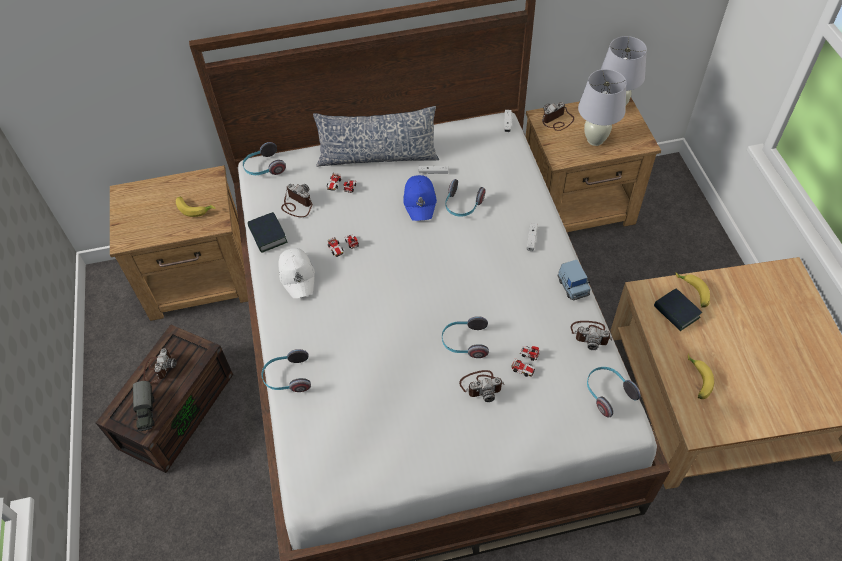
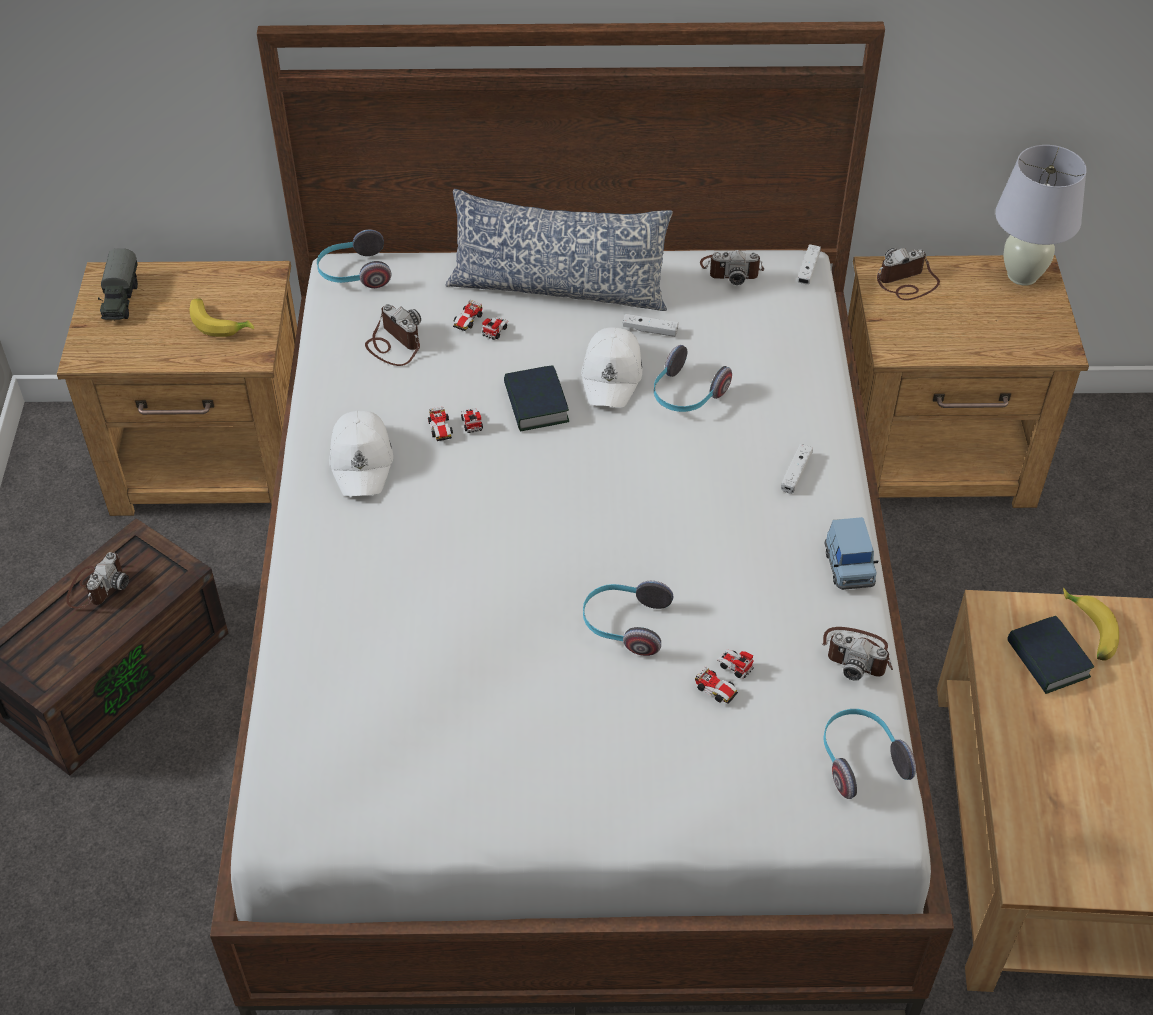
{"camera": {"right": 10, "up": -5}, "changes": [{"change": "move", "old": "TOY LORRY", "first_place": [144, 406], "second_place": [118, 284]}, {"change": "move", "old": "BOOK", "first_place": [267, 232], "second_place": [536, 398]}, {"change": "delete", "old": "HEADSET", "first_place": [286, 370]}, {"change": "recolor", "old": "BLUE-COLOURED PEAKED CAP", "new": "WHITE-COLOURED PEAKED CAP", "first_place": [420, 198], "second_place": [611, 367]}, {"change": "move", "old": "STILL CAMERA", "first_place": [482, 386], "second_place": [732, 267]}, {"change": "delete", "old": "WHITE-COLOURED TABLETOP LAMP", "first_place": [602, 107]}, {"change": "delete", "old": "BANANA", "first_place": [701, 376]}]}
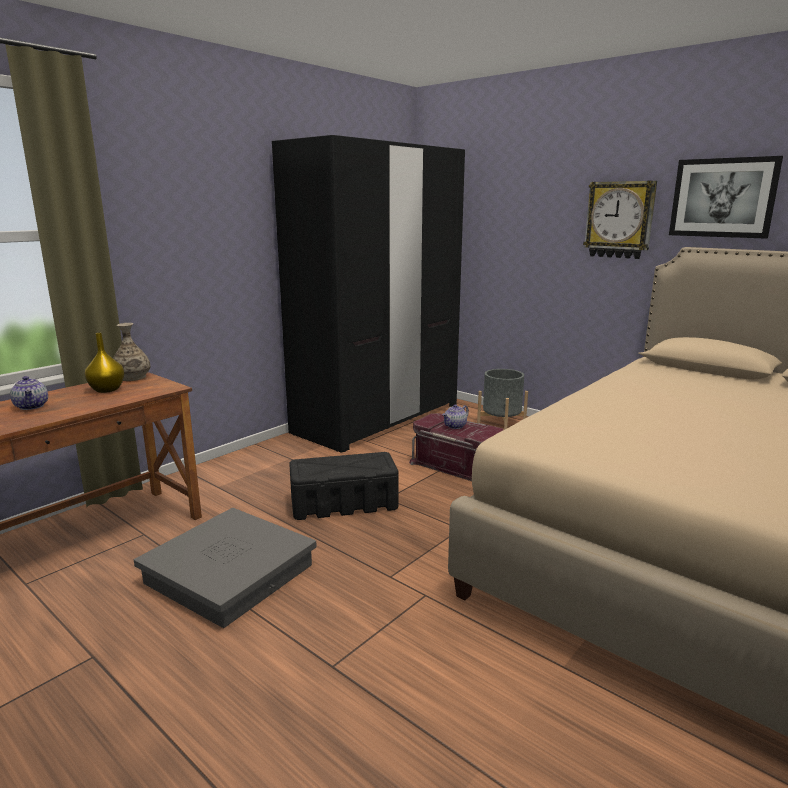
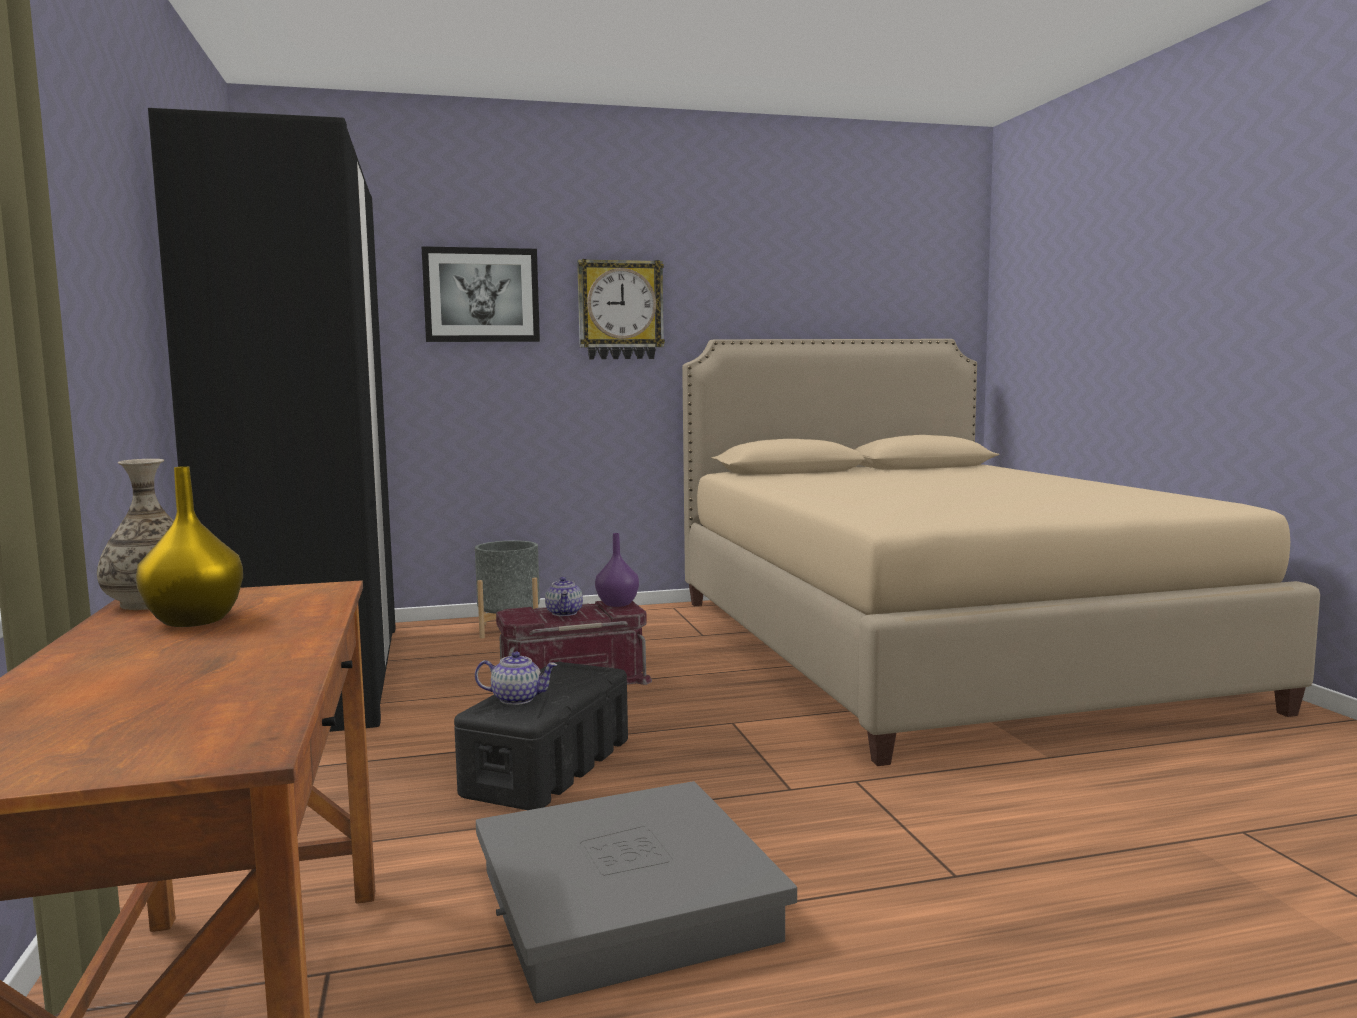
{"camera": {"right": -55, "up": -10}, "changes": [{"change": "move", "old": "TEA POT", "first_place": [29, 393], "second_place": [516, 678]}, {"change": "move", "old": "WALL ART", "first_place": [726, 197], "second_place": [480, 294]}, {"change": "insert", "new": "PURPLISH FLOWER VASE", "second_place": [617, 570]}]}
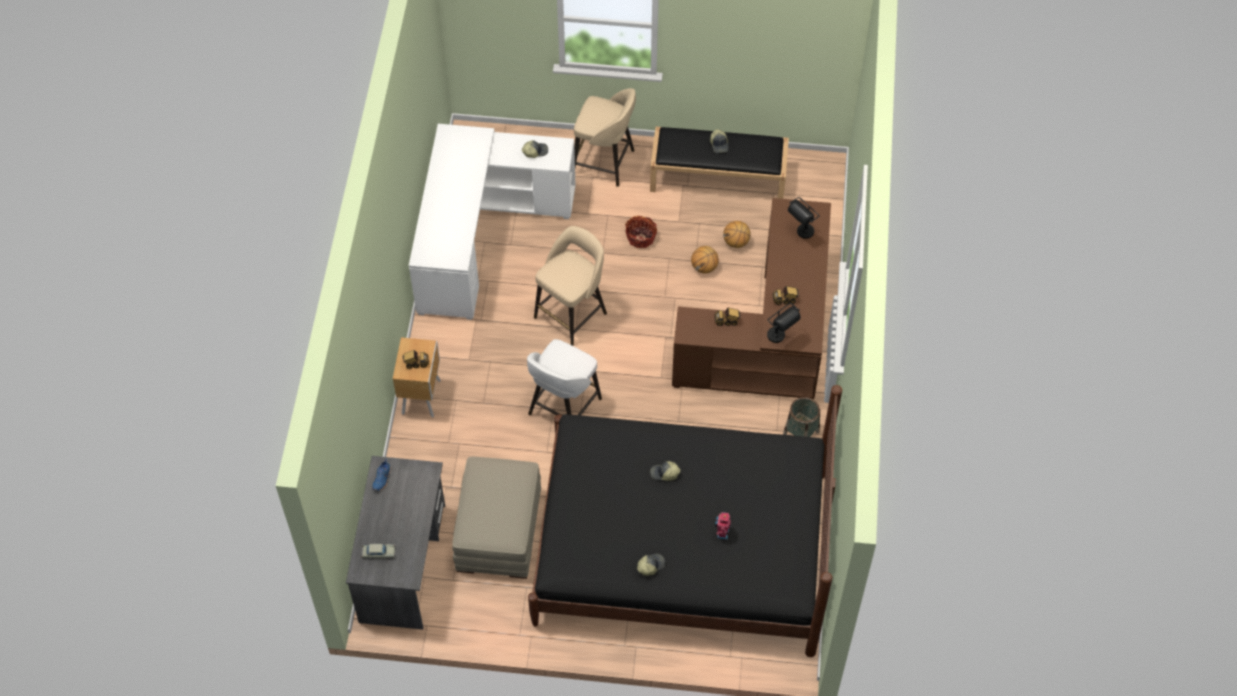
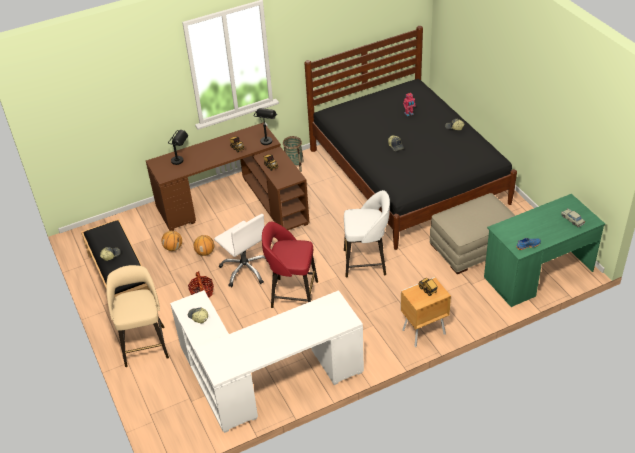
{"camera": {"right": -120, "up": -15}, "changes": [{"change": "recolor", "old": "GREY DESK UNIT", "new": "GREENISH DESK UNIT", "first_place": [395, 543], "second_place": [544, 250]}, {"change": "recolor", "old": "SAND-COLOURED STOOL", "new": "RED-COLOURED STOOL", "first_place": [570, 286], "second_place": [290, 265]}, {"change": "insert", "new": "WHITE-COLOURED DESK CHAIR", "second_place": [241, 250]}]}
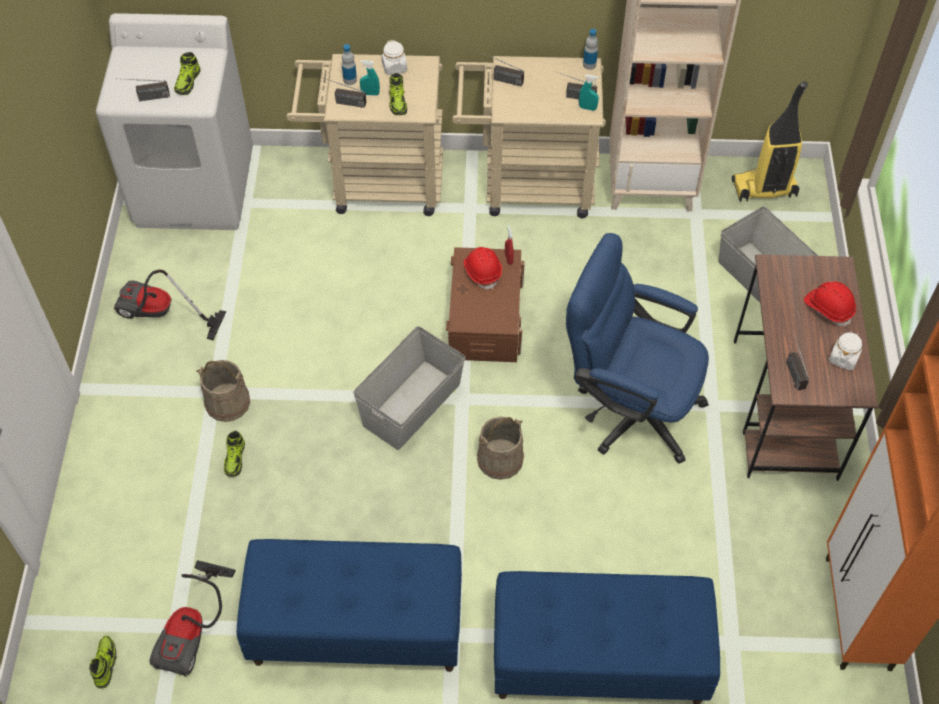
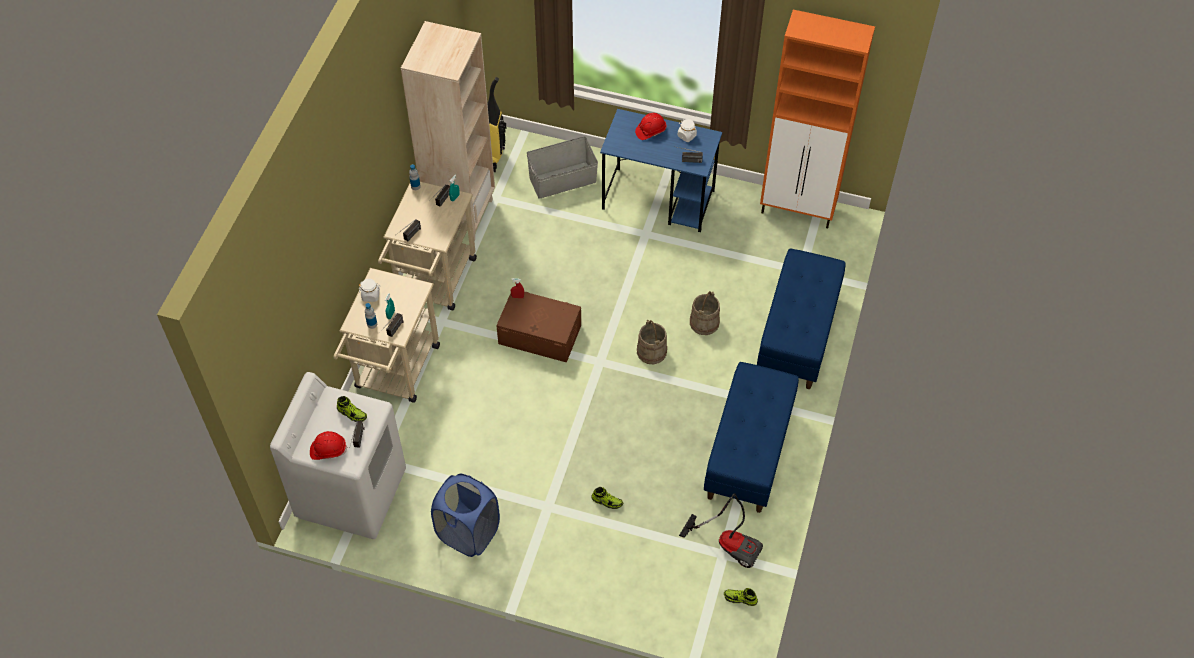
{"camera": {"right": -75, "up": 0}, "changes": [{"change": "replace", "old": "HOOVER", "new": "BLUE-COLOURED WASHING BASKET", "first_place": [170, 305], "second_place": [465, 515]}, {"change": "move", "old": "SAND-COLOURED PAIL", "first_place": [223, 391], "second_place": [705, 313]}, {"change": "delete", "old": "GREY STORAGE BOX", "first_place": [409, 388]}, {"change": "delete", "old": "ITEM OF FOOTWEAR", "first_place": [398, 94]}, {"change": "move", "old": "RED-COLOURED SAFETY HELMET", "first_place": [483, 268], "second_place": [329, 445]}, {"change": "delete", "old": "BLUE-COLOURED DESK CHAIR", "first_place": [637, 348]}, {"change": "recolor", "old": "BROWNISH DESK UNIT", "new": "BLUE-COLOURED DESK UNIT", "first_place": [806, 367], "second_place": [661, 170]}]}
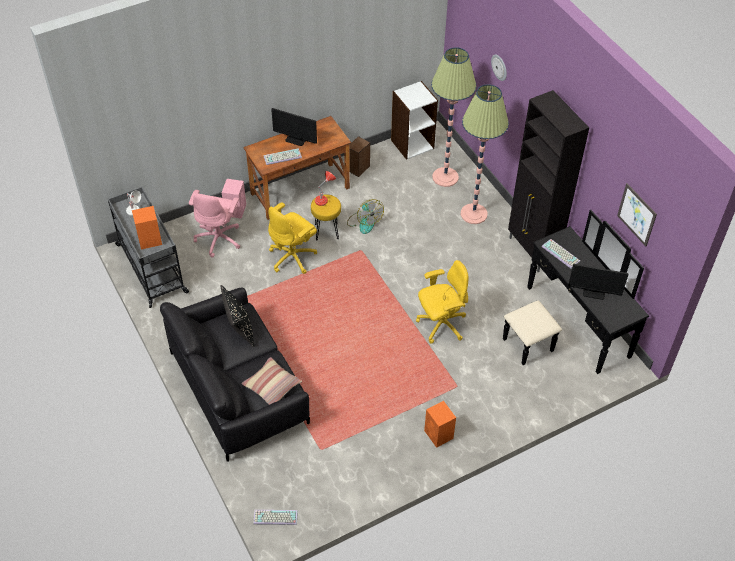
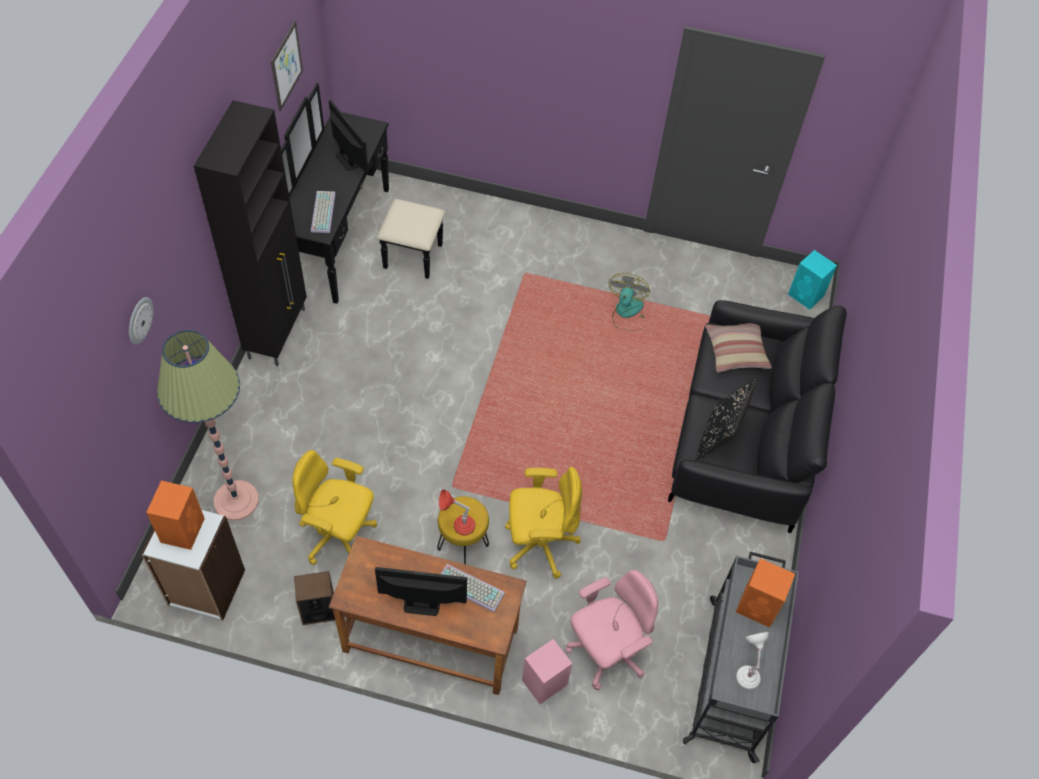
{"camera": {"right": -140, "up": 5}, "changes": [{"change": "replace", "old": "KEYBOARD", "new": "TURQUOISE AUDIO SPEAKER", "first_place": [275, 517], "second_place": [812, 280]}, {"change": "rotate", "old": "MONITOR", "first_place": [294, 127], "second_place": [421, 591], "degrees": -60}, {"change": "move", "old": "COOLING FAN", "first_place": [365, 216], "second_place": [629, 302]}, {"change": "move", "old": "YELLOW DESK CHAIR", "first_place": [442, 302], "second_place": [334, 507]}, {"change": "move", "old": "ORANGEY AUDIO SPEAKER", "first_place": [440, 424], "second_place": [175, 515]}, {"change": "delete", "old": "STANDING LAMP", "first_place": [485, 154]}]}
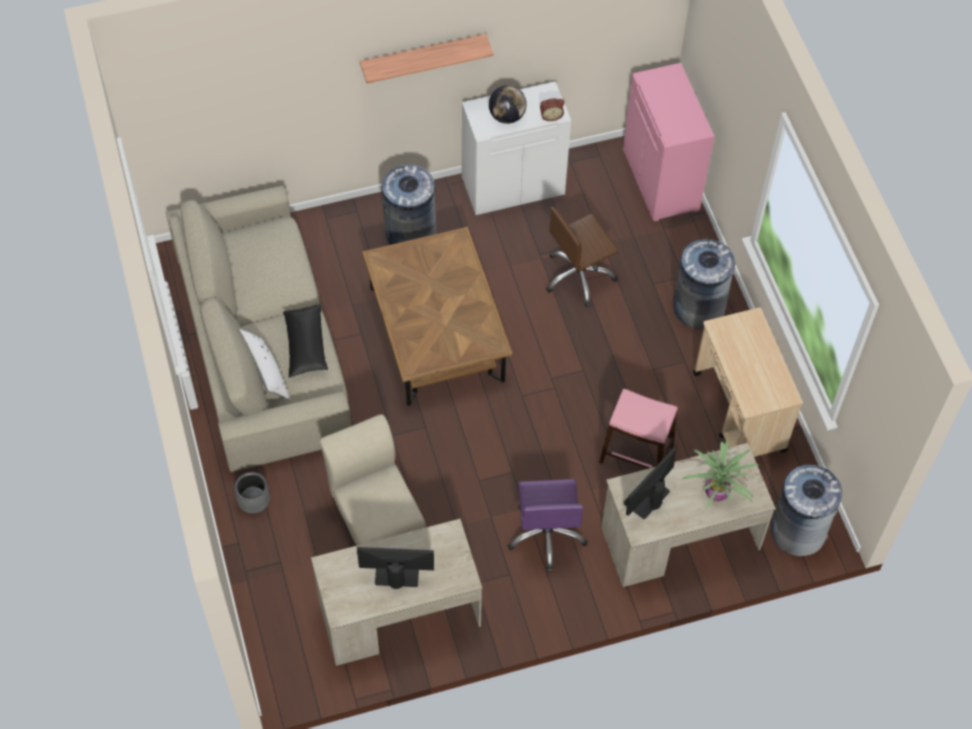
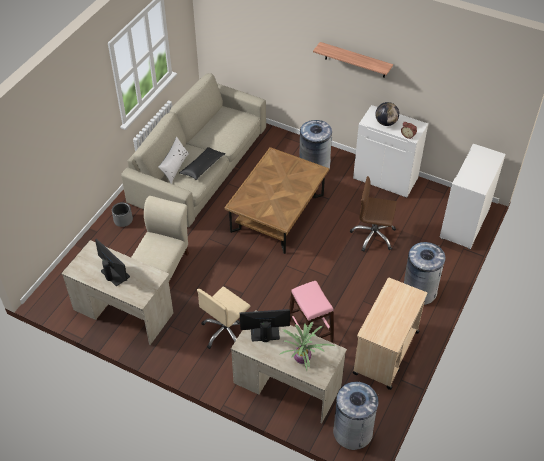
{"camera": {"right": 45, "up": -10}, "changes": [{"change": "recolor", "old": "PURPLISH DESK CHAIR", "new": "SAND-COLOURED DESK CHAIR", "first_place": [548, 525], "second_place": [223, 317]}, {"change": "recolor", "old": "PINK CUPBOARD", "new": "WHITE-COLOURED CUPBOARD", "first_place": [668, 142], "second_place": [473, 197]}]}
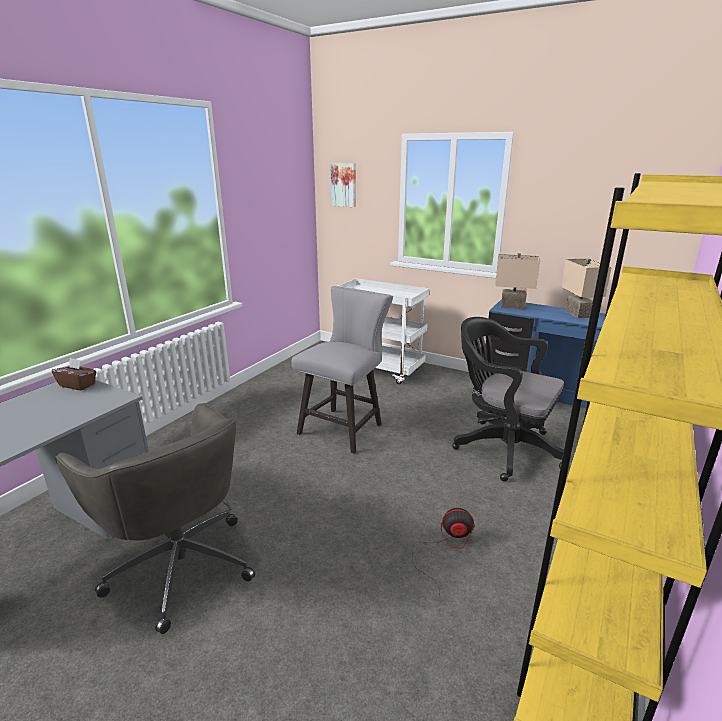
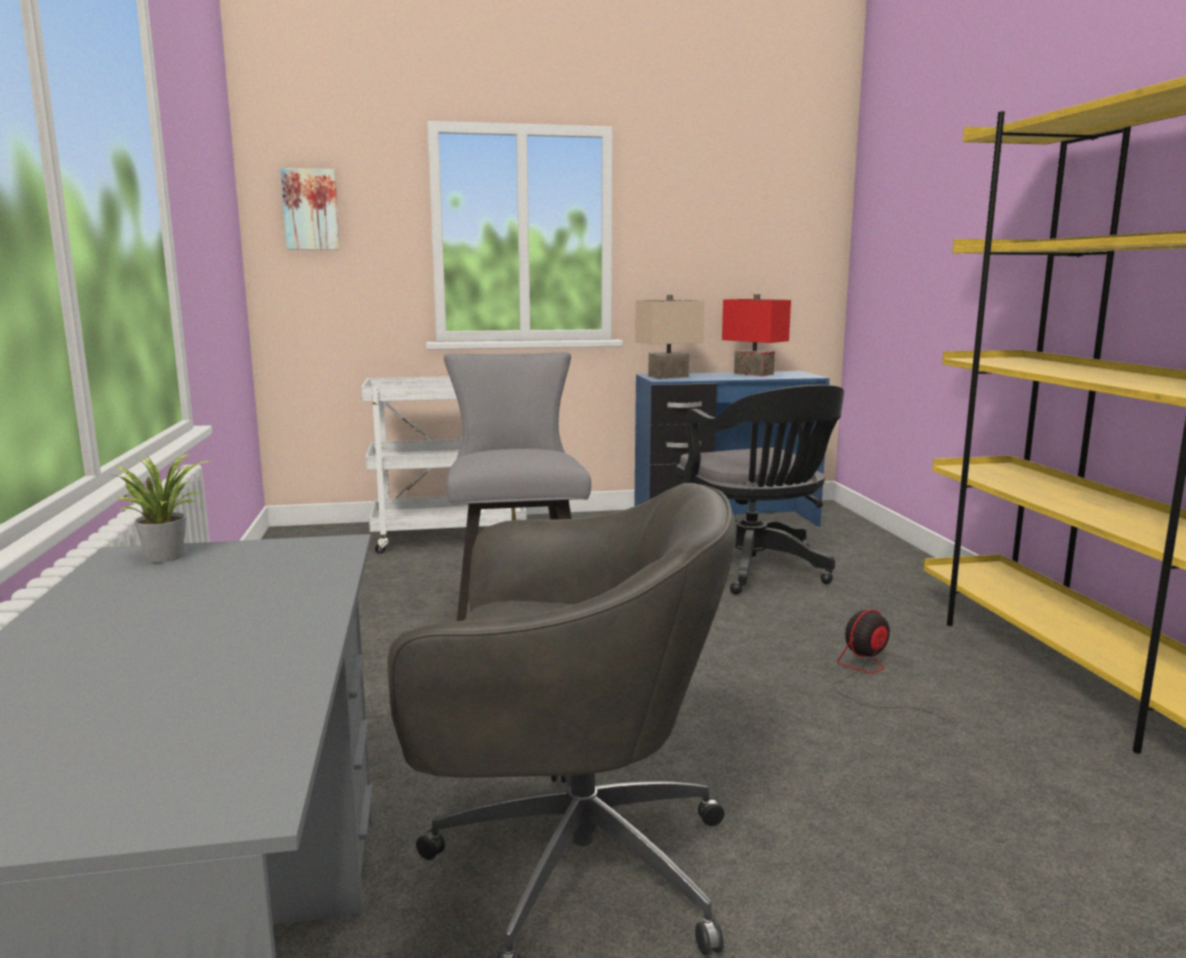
{"camera": {"right": -40, "up": -10}, "changes": [{"change": "replace", "old": "BROWNISH TISSUE HOLDER", "new": "HOUSEPLANT", "first_place": [74, 374], "second_place": [162, 508]}, {"change": "rotate", "old": "BLACK-COLOURED DESK CHAIR", "first_place": [508, 399], "second_place": [760, 490], "degrees": -105}, {"change": "recolor", "old": "SAND-COLOURED TABLETOP LAMP", "new": "RED-COLOURED TABLETOP LAMP", "first_place": [586, 288], "second_place": [756, 335]}]}
